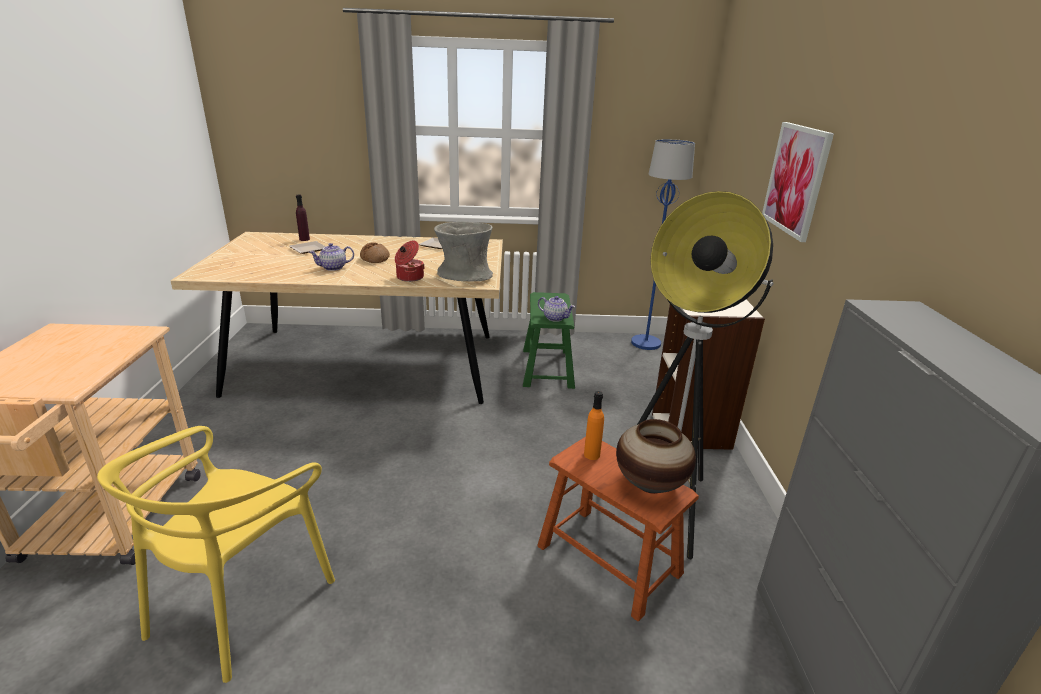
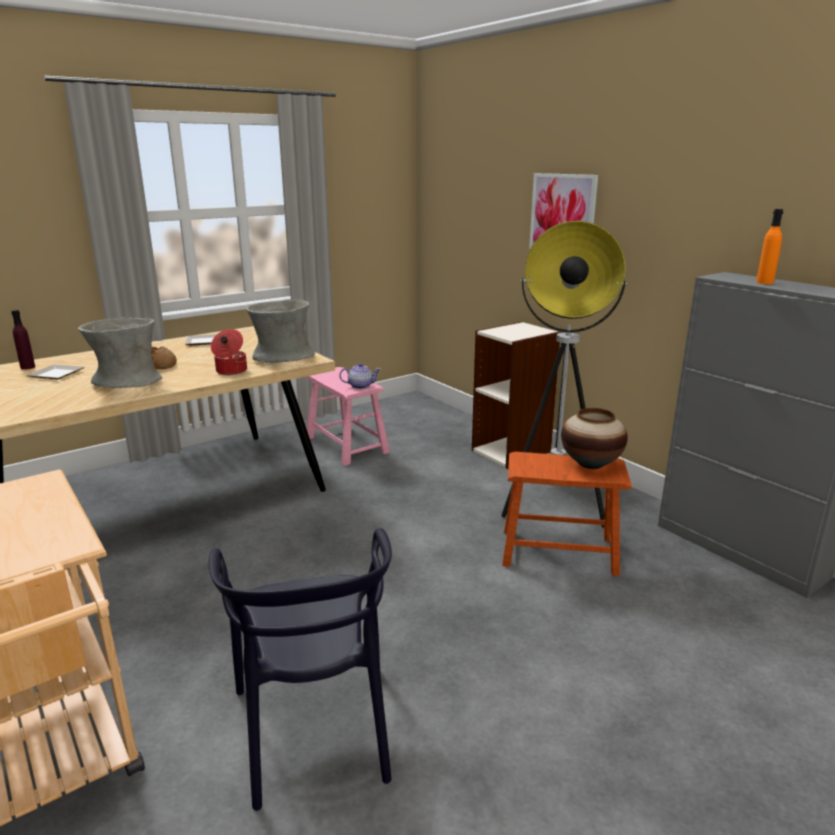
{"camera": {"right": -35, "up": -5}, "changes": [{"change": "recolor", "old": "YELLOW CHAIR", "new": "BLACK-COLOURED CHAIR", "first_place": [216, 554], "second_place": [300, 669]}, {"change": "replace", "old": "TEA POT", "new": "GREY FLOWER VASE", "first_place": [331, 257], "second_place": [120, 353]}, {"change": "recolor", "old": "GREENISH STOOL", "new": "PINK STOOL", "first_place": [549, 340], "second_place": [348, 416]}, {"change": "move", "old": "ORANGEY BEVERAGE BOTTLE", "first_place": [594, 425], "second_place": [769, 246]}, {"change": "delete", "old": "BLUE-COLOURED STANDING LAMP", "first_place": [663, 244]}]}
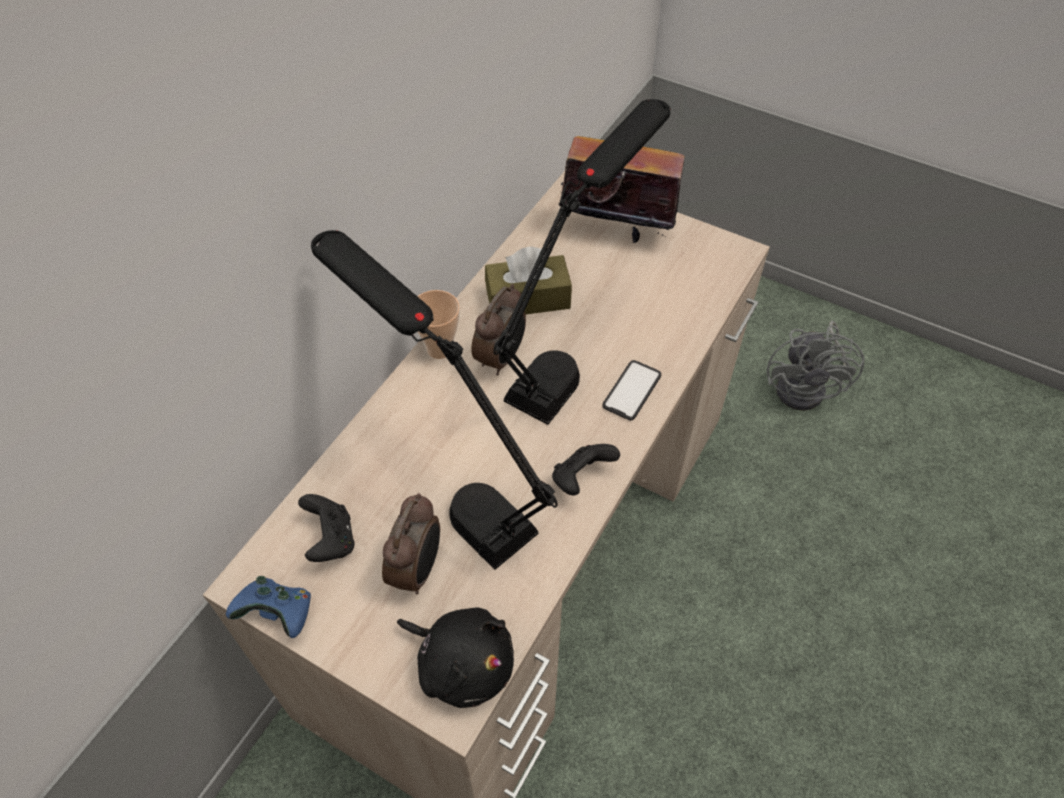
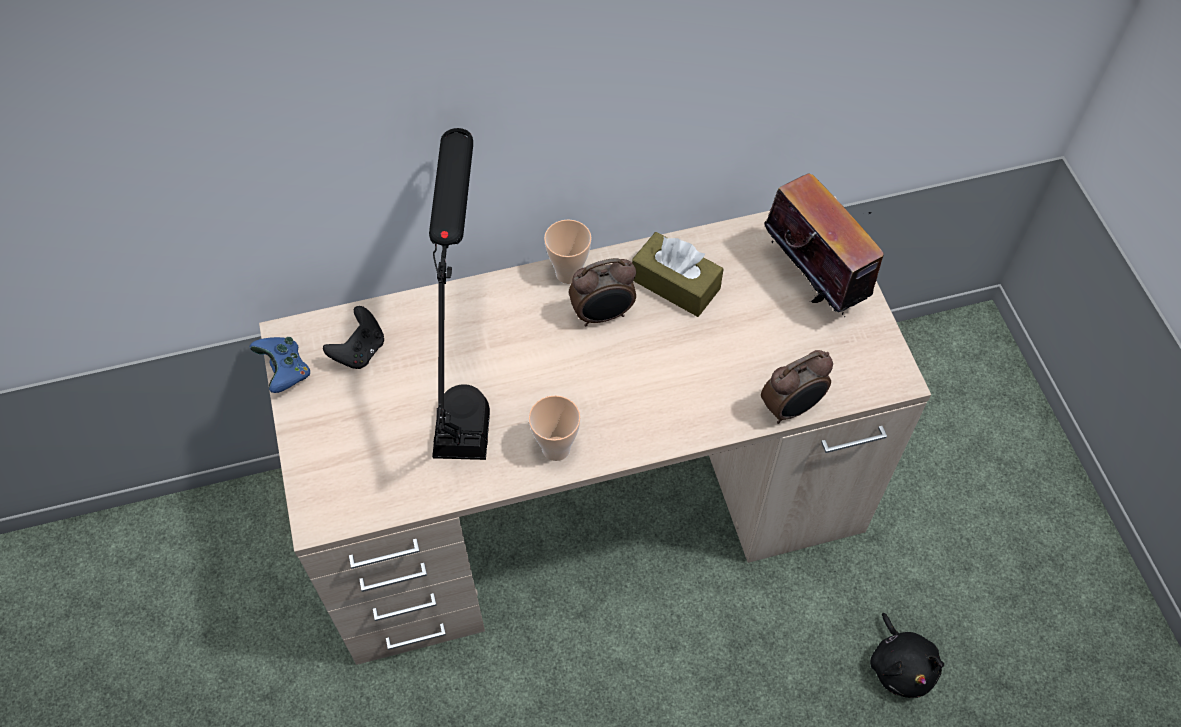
{"camera": {"right": 45, "up": 5}, "changes": [{"change": "move", "old": "ALARM CLOCK", "first_place": [411, 543], "second_place": [797, 387]}, {"change": "move", "old": "BLACK-COLOURED CUDDLY TOY", "first_place": [455, 657], "second_place": [907, 655]}, {"change": "delete", "old": "BLACK-COLOURED TABLETOP LAMP", "first_place": [582, 262]}, {"change": "replace", "old": "BLACK-COLOURED GAMEPAD", "new": "SMALL CUP", "first_place": [586, 470], "second_place": [555, 428]}, {"change": "delete", "old": "TELEPHONE", "first_place": [631, 390]}, {"change": "delete", "old": "GREY COOLING FAN", "first_place": [815, 366]}]}
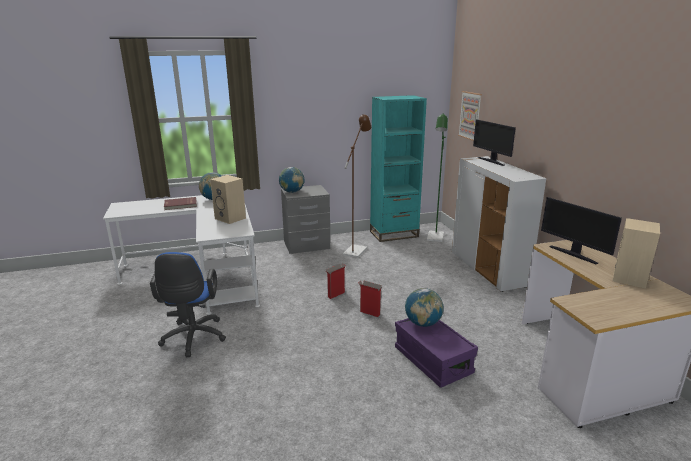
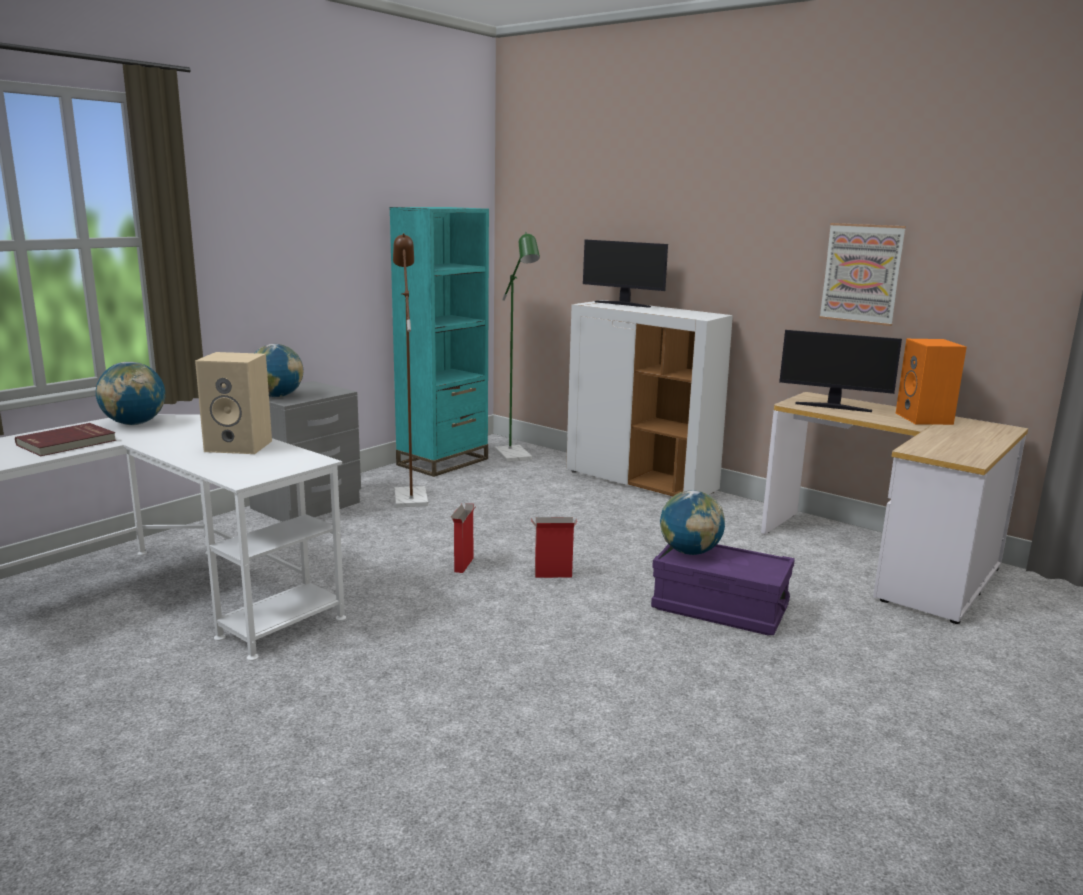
{"camera": {"right": -35, "up": -5}, "changes": [{"change": "delete", "old": "BLUE-COLOURED DESK CHAIR", "first_place": [188, 304]}, {"change": "move", "old": "WALL ART", "first_place": [470, 116], "second_place": [862, 274]}, {"change": "recolor", "old": "SAND-COLOURED AUDIO SPEAKER", "new": "ORANGEY AUDIO SPEAKER", "first_place": [636, 253], "second_place": [931, 382]}]}
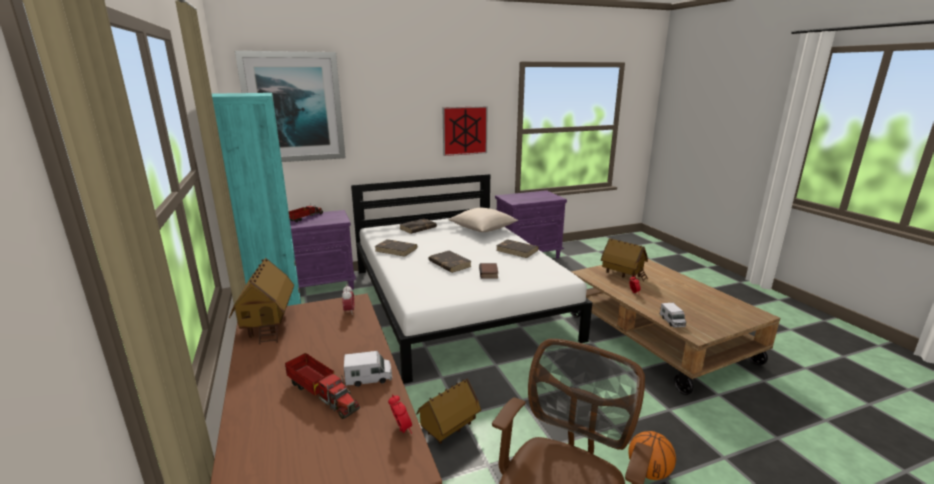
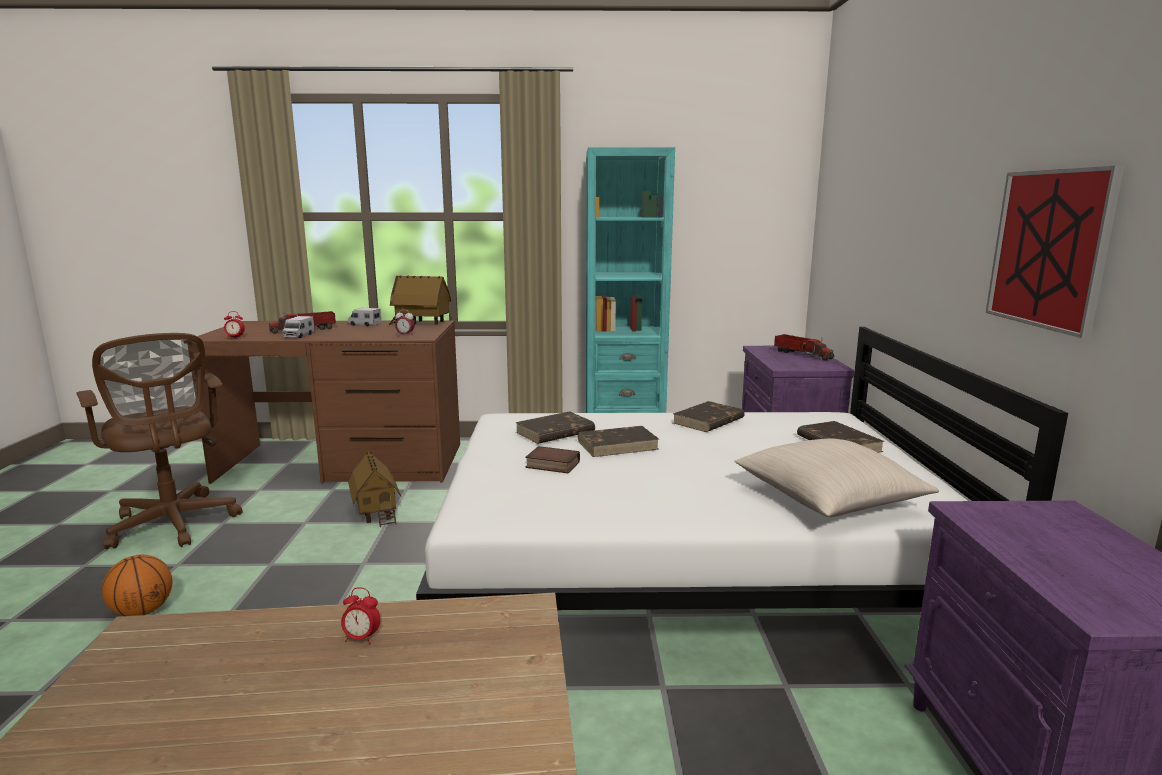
{"camera": {"right": 110, "up": -5}, "changes": [{"change": "delete", "old": "WALL ART", "first_place": [290, 106]}, {"change": "move", "old": "BROWNISH BOOK", "first_place": [517, 248], "second_place": [555, 427]}, {"change": "delete", "old": "MINIATURE HOUSE", "first_place": [624, 260]}, {"change": "move", "old": "TOY LORRY", "first_place": [672, 315], "second_place": [365, 317]}]}
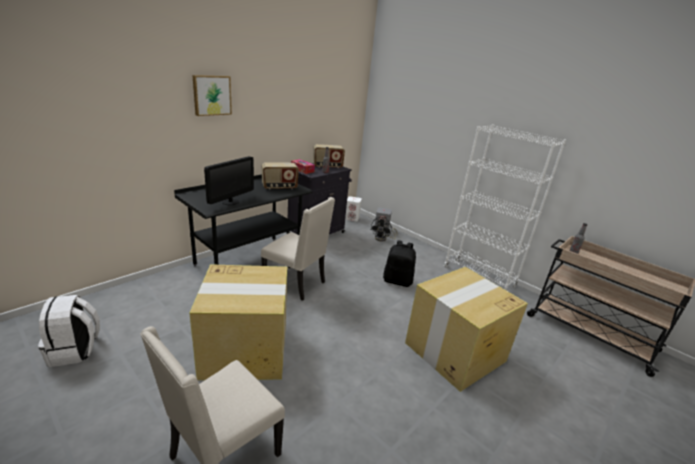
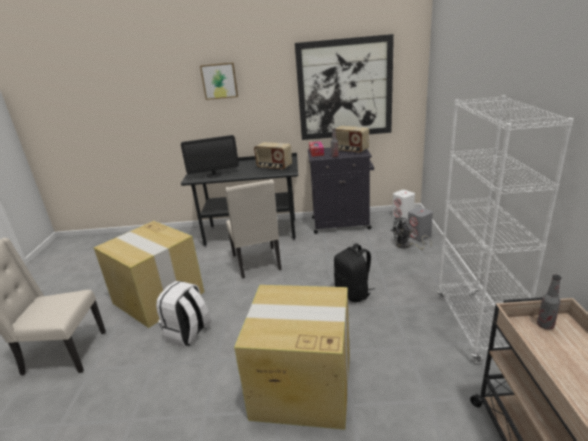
{"camera": {"right": 50, "up": 0}, "changes": [{"change": "move", "old": "WHITE-COLOURED KNAPSACK", "first_place": [69, 331], "second_place": [183, 314]}, {"change": "insert", "new": "WALL ART", "second_place": [344, 87]}]}
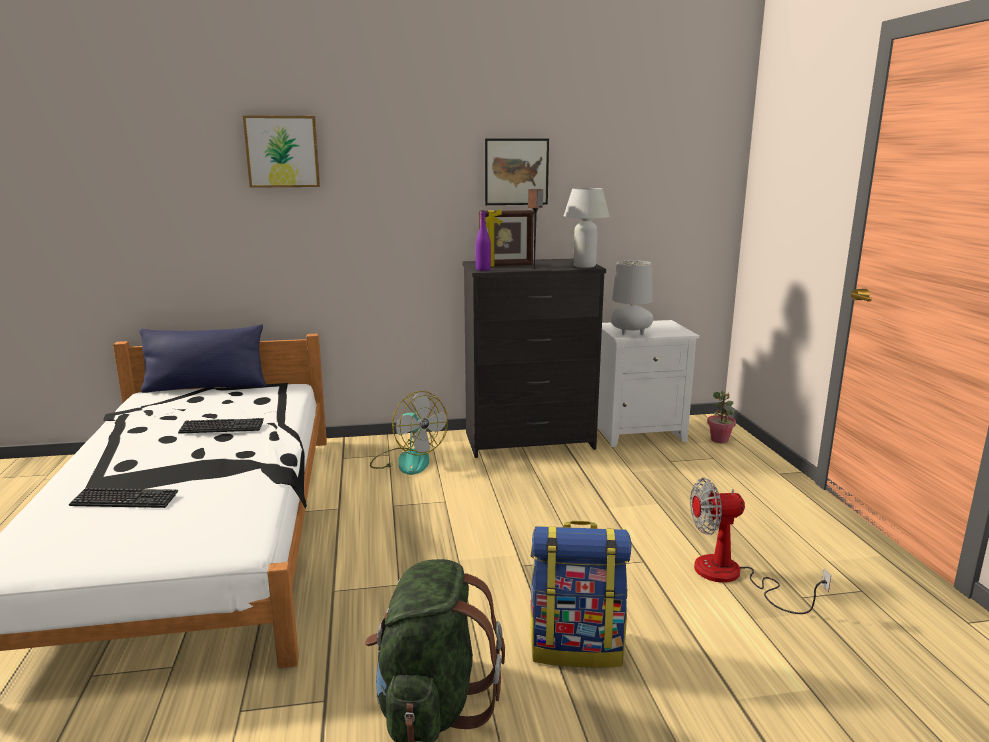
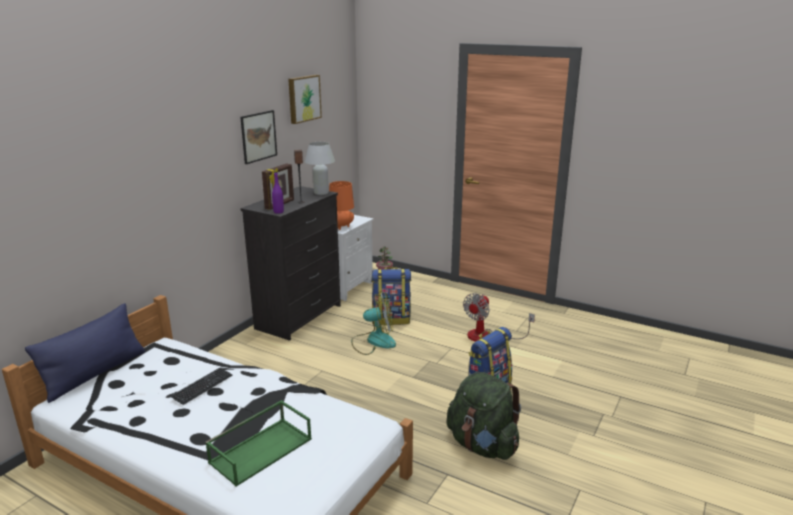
{"camera": {"right": -50, "up": 5}, "changes": [{"change": "replace", "old": "KEYBOARD", "new": "GREENISH CARRYING TRAY", "first_place": [123, 498], "second_place": [258, 443]}, {"change": "move", "old": "WALL ART", "first_place": [281, 151], "second_place": [305, 99]}, {"change": "move", "old": "COOLING FAN", "first_place": [409, 433], "second_place": [373, 323]}, {"change": "recolor", "old": "GREY TABLETOP LAMP", "new": "ORANGEY TABLETOP LAMP", "first_place": [632, 297], "second_place": [341, 205]}, {"change": "insert", "new": "KNAPSACK", "second_place": [391, 296]}]}
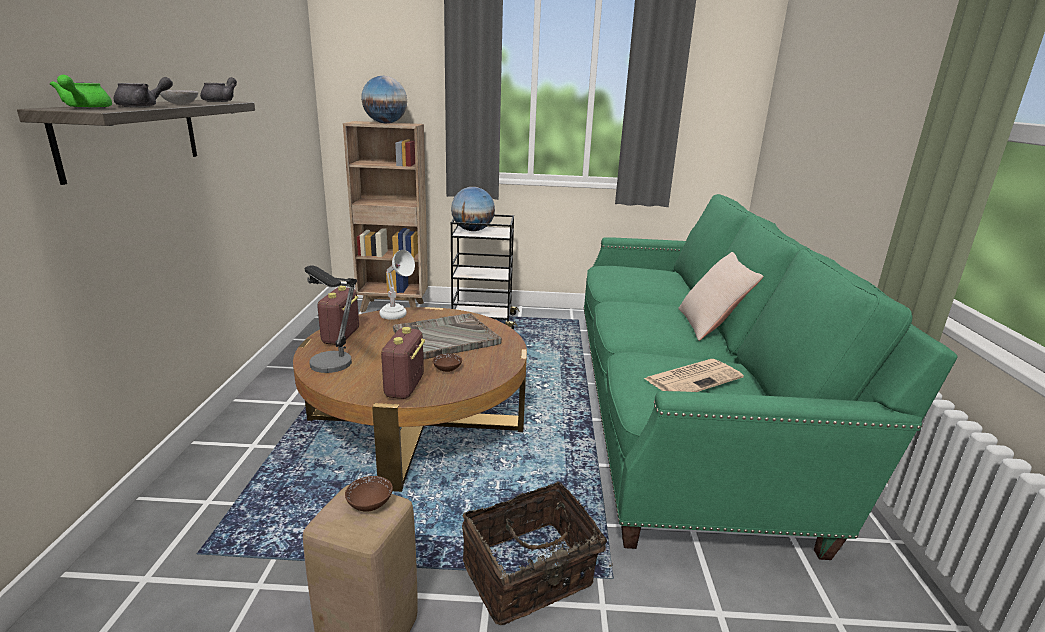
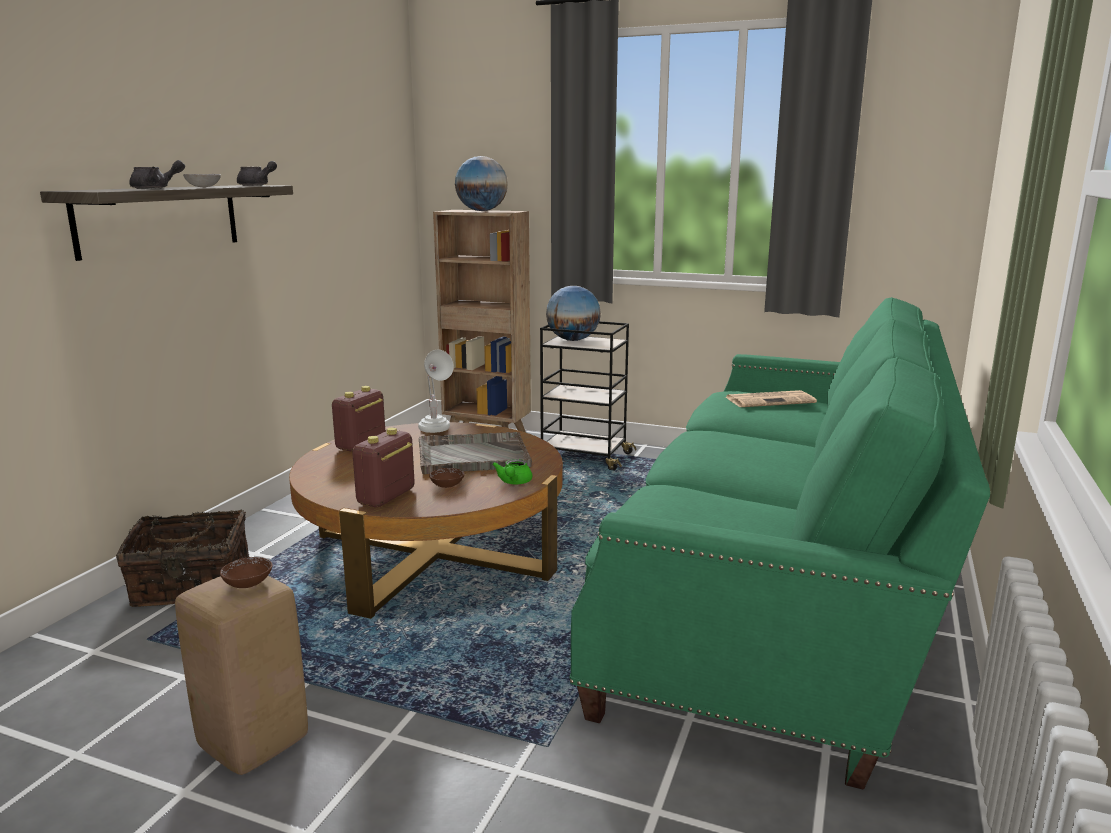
{"camera": {"right": 20, "up": -5}, "changes": [{"change": "move", "old": "GREENISH TEA POT", "first_place": [81, 92], "second_place": [512, 471]}, {"change": "delete", "old": "TABLETOP LAMP", "first_place": [330, 319]}, {"change": "move", "old": "HOUSEHOLD BASKET", "first_place": [537, 553], "second_place": [182, 558]}, {"change": "move", "old": "NEWSPAPER", "first_place": [694, 375], "second_place": [771, 398]}, {"change": "delete", "old": "SAND-COLOURED CUSHION", "first_place": [721, 296]}]}
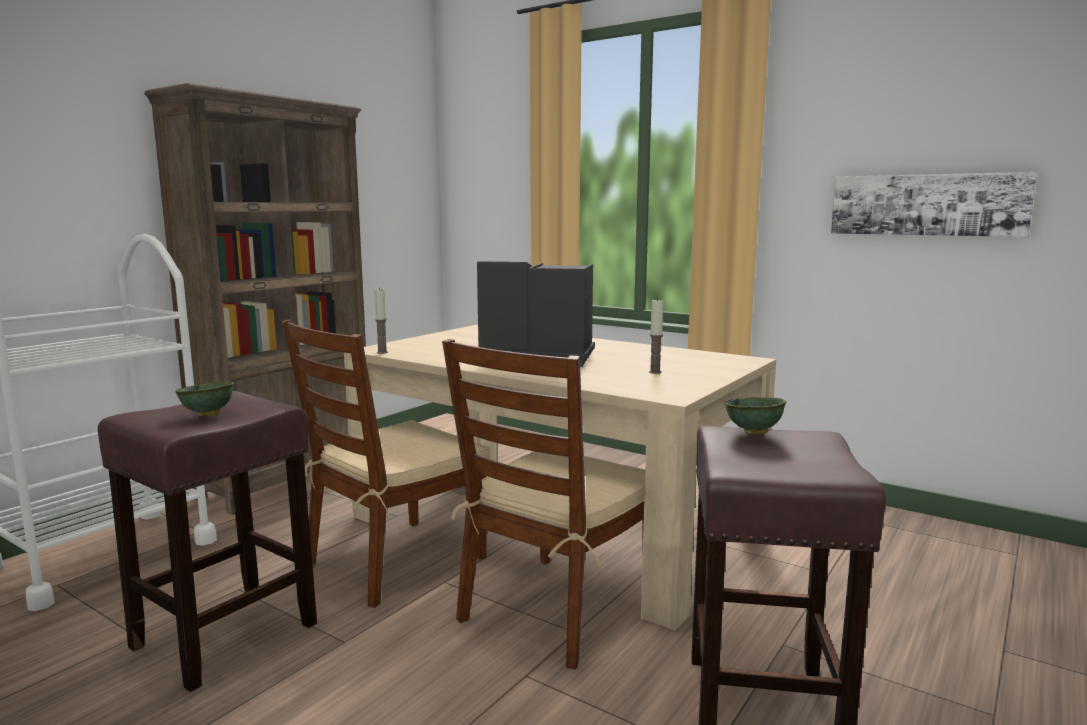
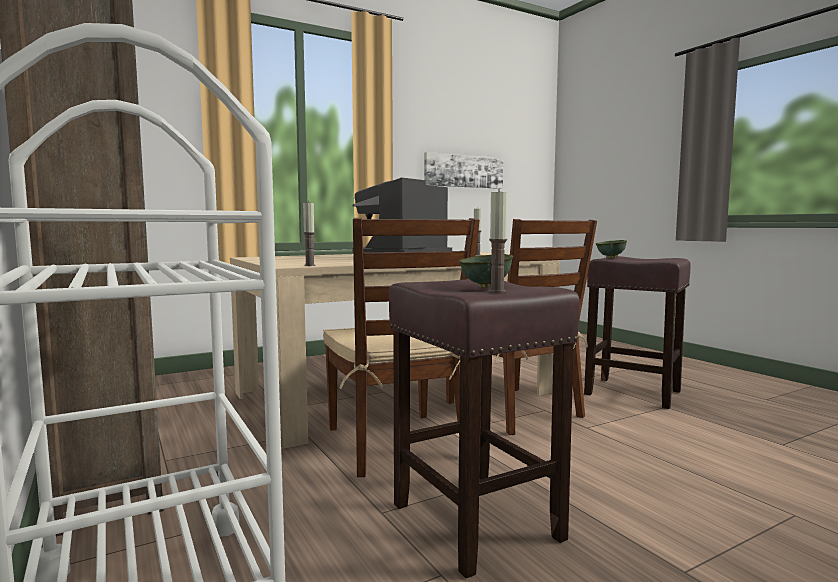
{"camera": {"right": -65, "up": -5}, "changes": [{"change": "insert", "new": "WAX CANDLE", "second_place": [498, 240]}]}
